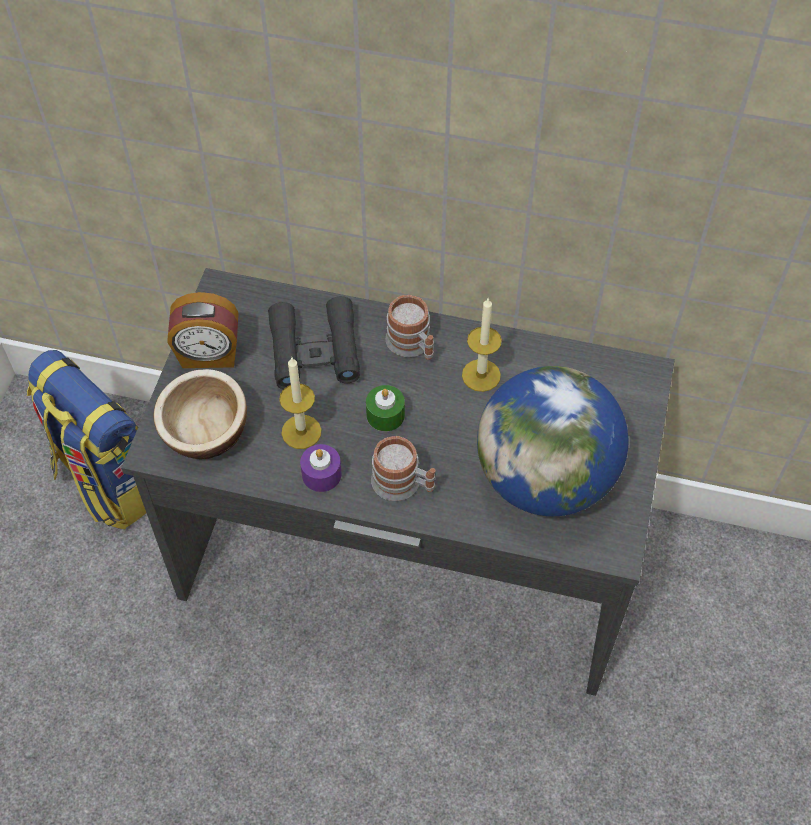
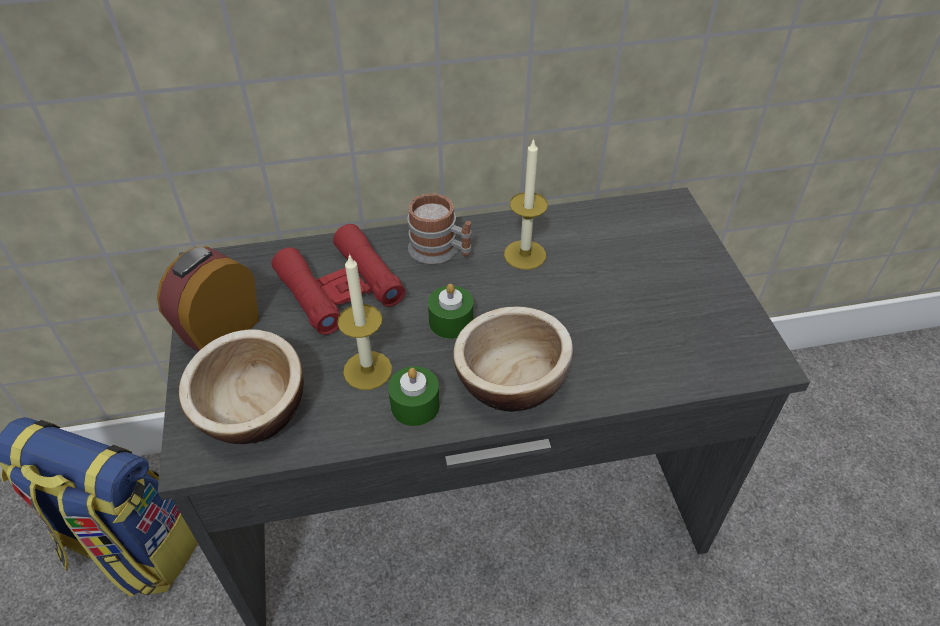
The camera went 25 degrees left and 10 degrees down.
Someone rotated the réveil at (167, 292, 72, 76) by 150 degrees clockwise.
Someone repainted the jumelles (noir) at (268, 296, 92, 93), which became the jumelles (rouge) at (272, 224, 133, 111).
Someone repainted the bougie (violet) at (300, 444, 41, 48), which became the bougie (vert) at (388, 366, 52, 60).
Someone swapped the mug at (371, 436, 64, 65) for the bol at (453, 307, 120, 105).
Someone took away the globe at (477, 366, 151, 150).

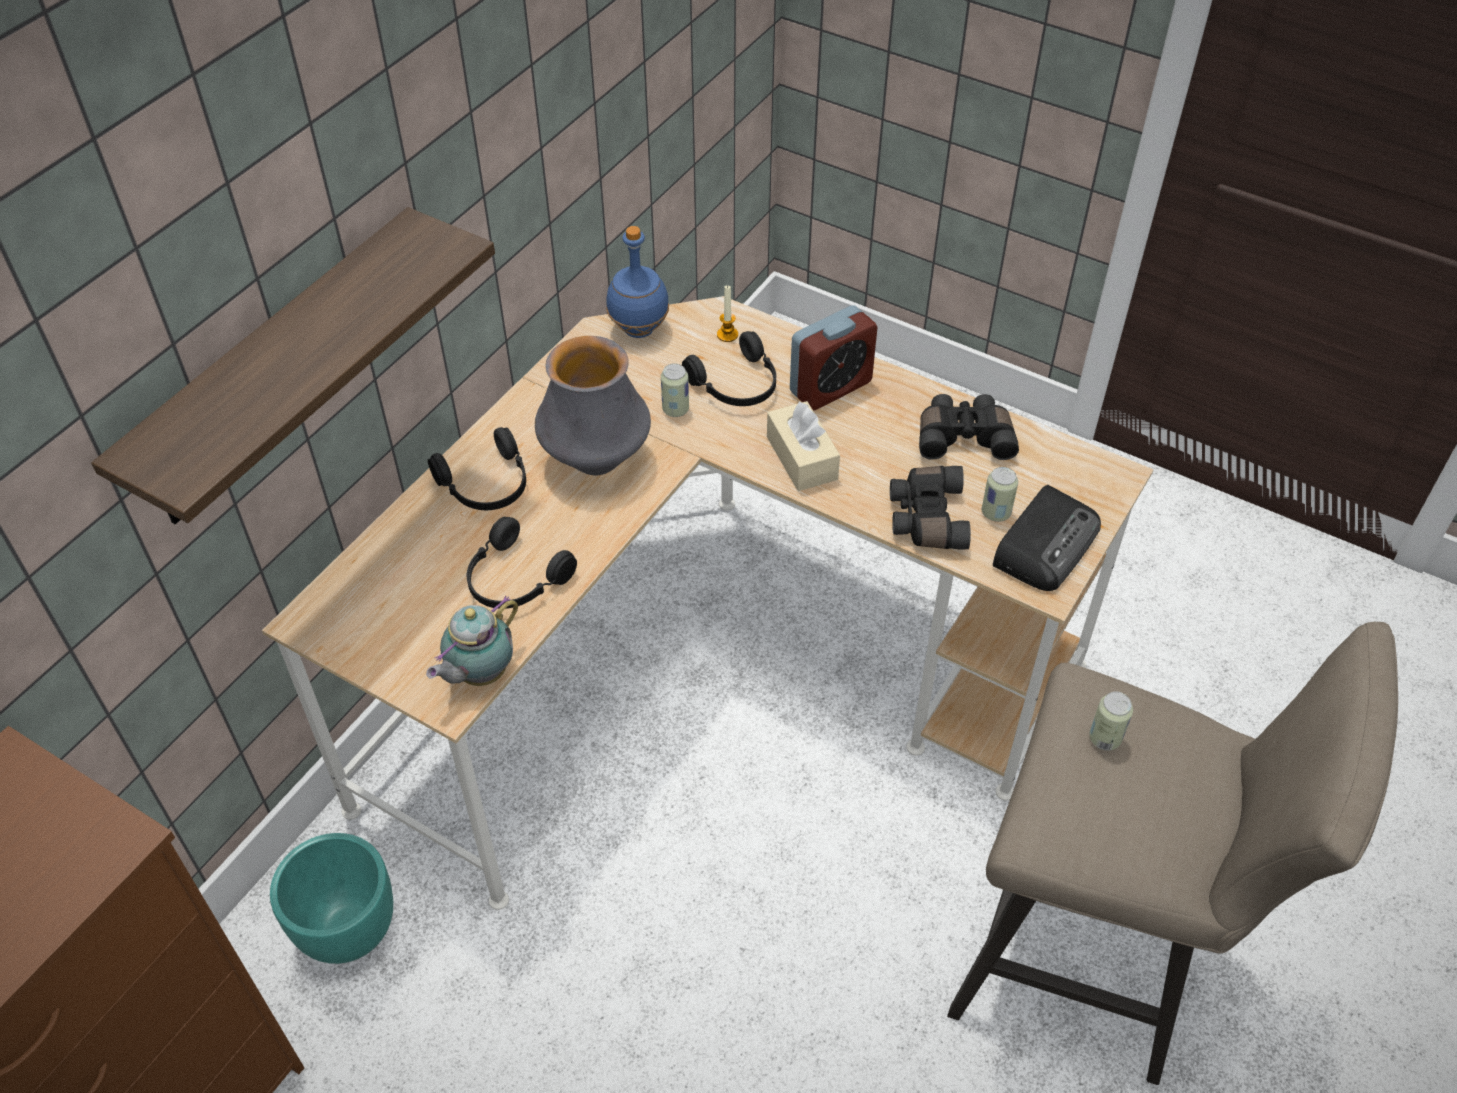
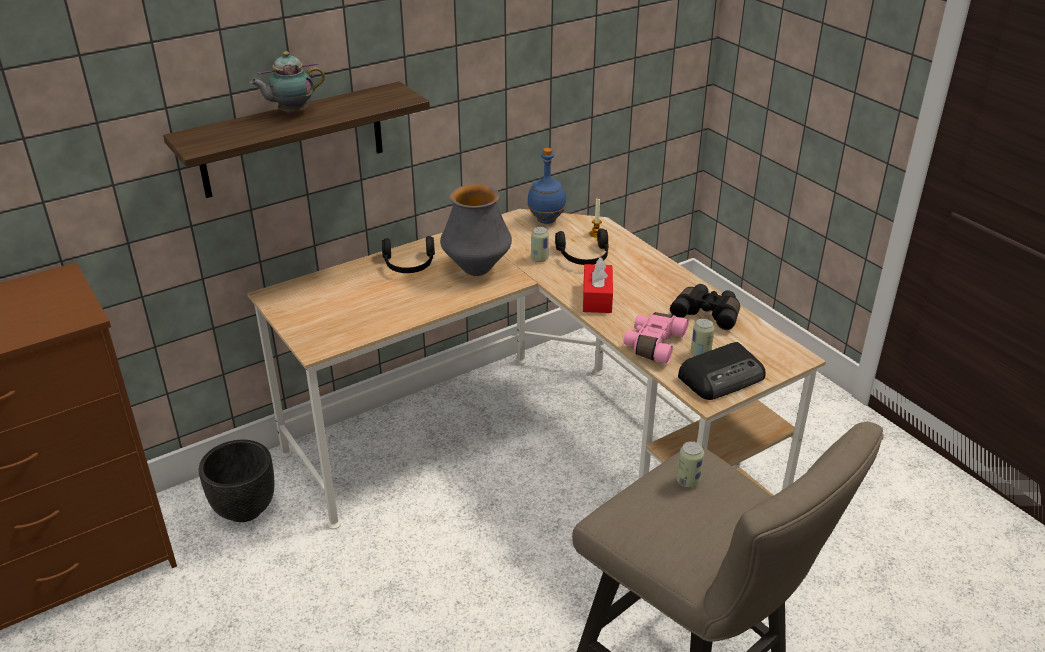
The camera went 25 degrees right and 15 degrees down.
Someone repainted the cache-pot (turquoise) at (270, 833, 123, 131), which became the cache-pot (noir) at (198, 440, 76, 82).
Someone carried the théière from (426, 596, 92, 90) to (250, 51, 75, 63).
Someone repainted the boîte à mouchoirs (beige) at (767, 401, 73, 90), which became the boîte à mouchoirs (rouge) at (583, 257, 30, 56).
Someone repainted the jumelles (noir) at (890, 466, 81, 83), which became the jumelles (rose) at (624, 312, 65, 52).
Someone took away the casque audio (noir) at (467, 517, 110, 92).
Someone took away the réveil at (790, 305, 87, 106).

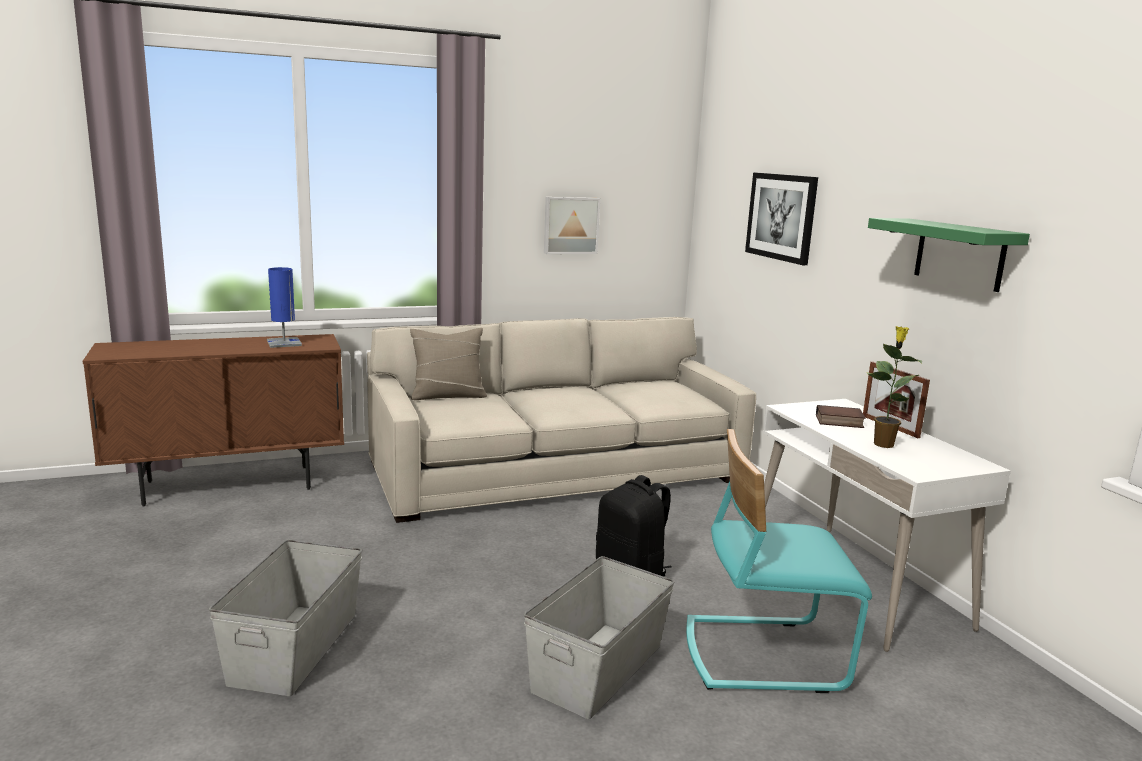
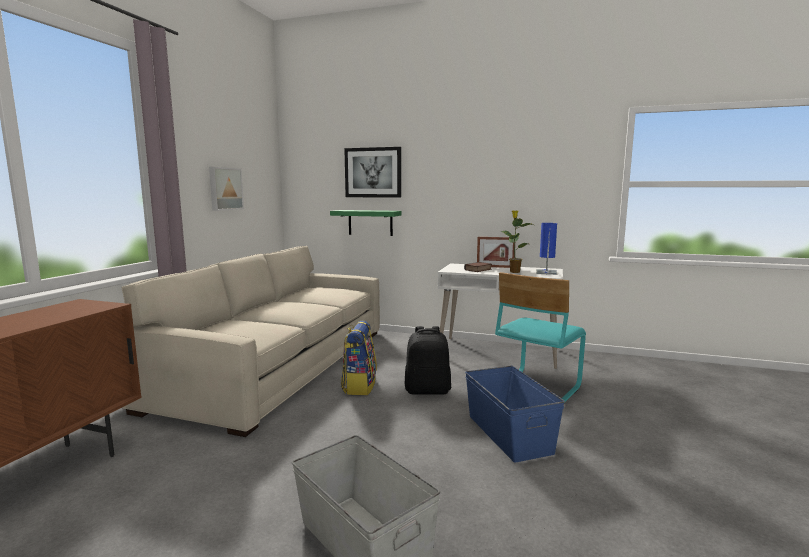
The camera went 50 degrees left and 5 degrees down.
Someone carried the étagère (vert) from (868, 218, 162, 74) to (330, 210, 71, 26).
Someone put down the sac à dos at (341, 321, 36, 74).
Someone repainted the boîte de rangement (gris) at (524, 556, 150, 163), which became the boîte de rangement (bleu) at (465, 366, 100, 97).
Someone carried the lampe de table (bleu) from (267, 267, 35, 81) to (536, 223, 22, 52).
Someone took away the coussin (beige) at (410, 328, 77, 72).

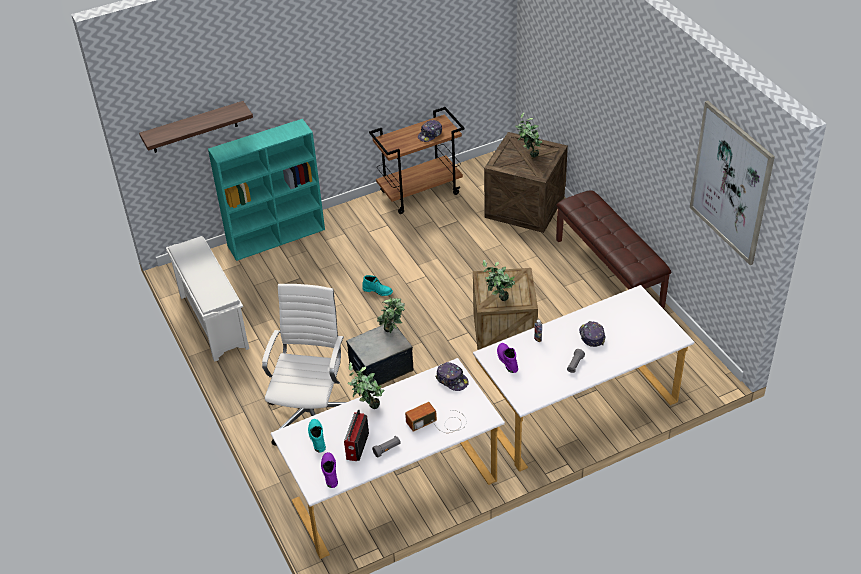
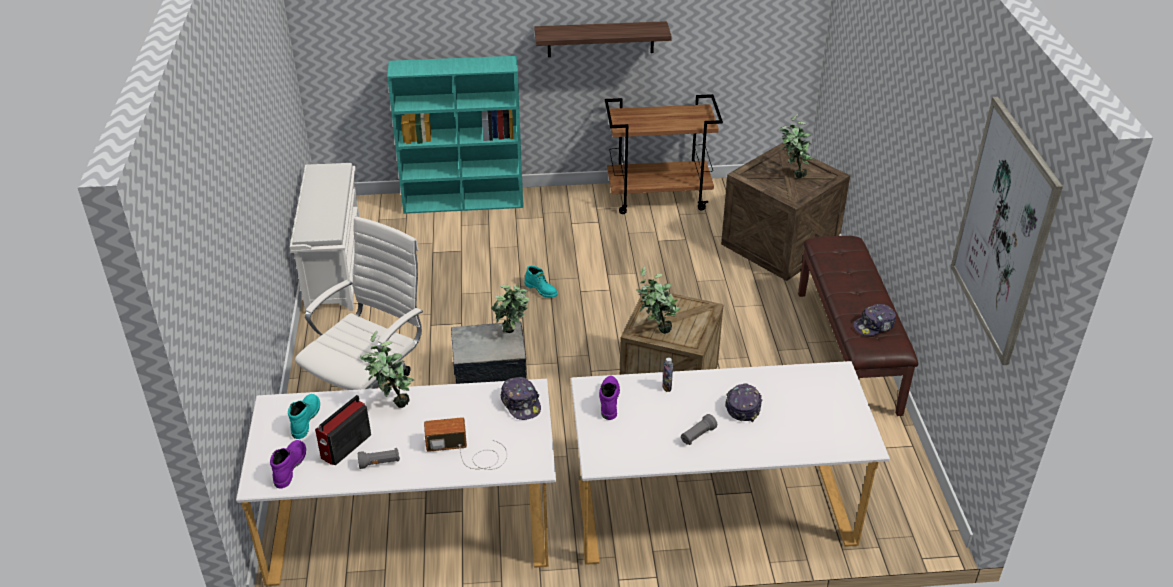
The camera went 20 degrees right and 5 degrees down.
Someone carried the étagère from (139, 101, 114, 52) to (535, 21, 137, 36).
Someone carried the casquette from (418, 120, 24, 22) to (853, 304, 43, 32).

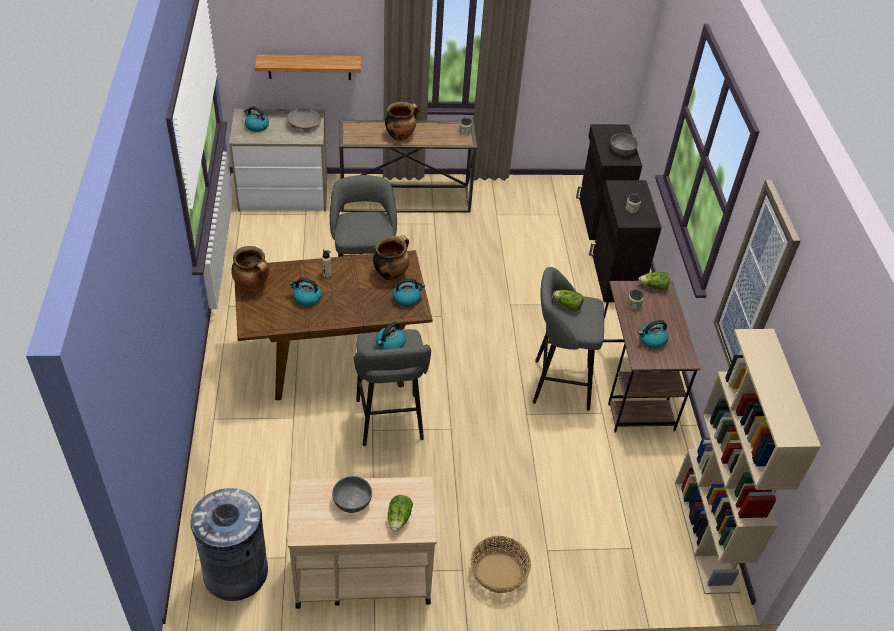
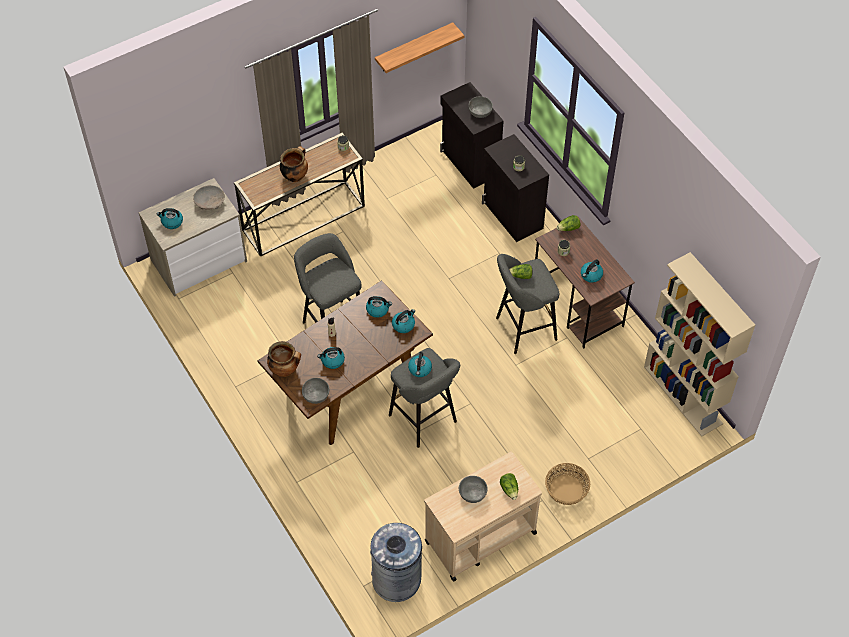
The camera went 25 degrees left and 10 degrees up.
Someone put down the bol (gris) at (302, 378, 27, 26).
Someone swapped the marmite at (373, 235, 37, 46) for the bouilloire at (366, 296, 26, 22).
Someone carried the étagère from (255, 54, 106, 26) to (375, 22, 89, 51).
Someone took away the tableau at (714, 180, 87, 187).

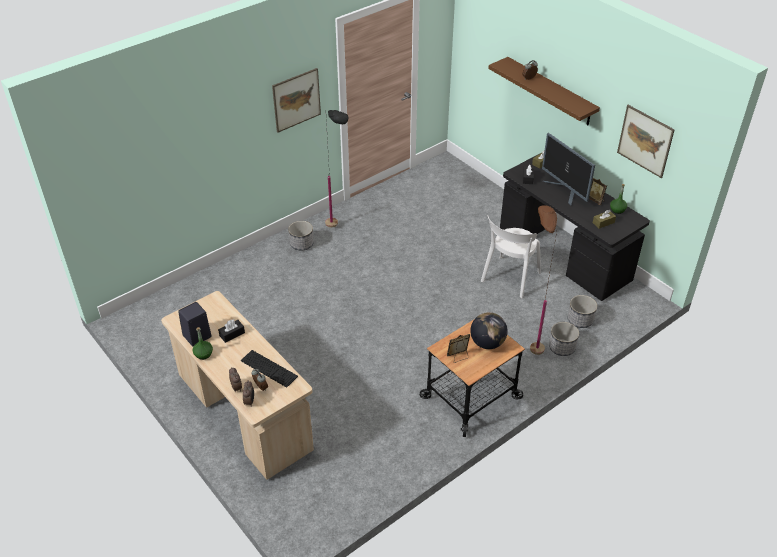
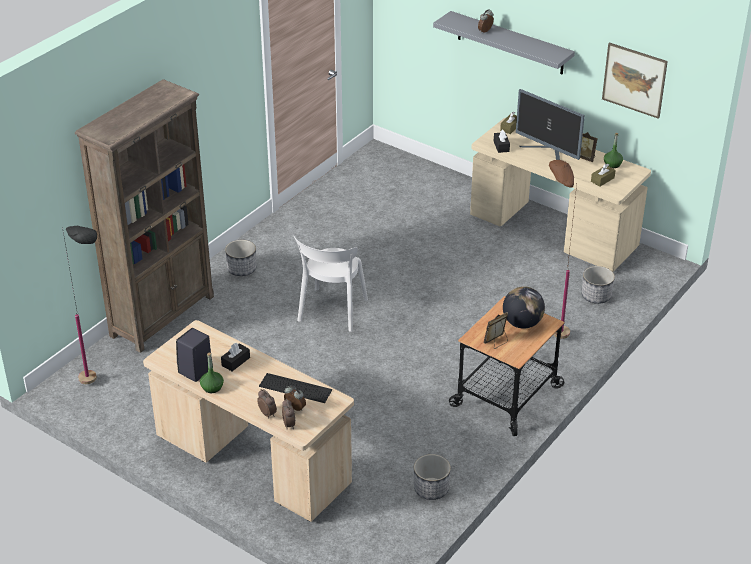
The camera went 15 degrees left and 5 degrees down.
Someone carried the lampadaire (noir) from (325, 110, 24, 118) to (62, 226, 35, 158).
Someone put down the bibliothèque (marron) at (75, 79, 139, 274).
Someone carried the chaise (blanc) from (481, 215, 60, 83) to (294, 236, 74, 96).
Someone carried the cache-pot from (549, 322, 30, 34) to (414, 454, 37, 46).
Someone repainted the étagère (marron) at (488, 57, 112, 68), which became the étagère (gris) at (433, 11, 142, 64).
Someone repainted the bureau (noir) at (500, 154, 150, 147), which became the bureau (beige) at (470, 118, 181, 154).
Someone took away the tableau at (272, 68, 49, 65).

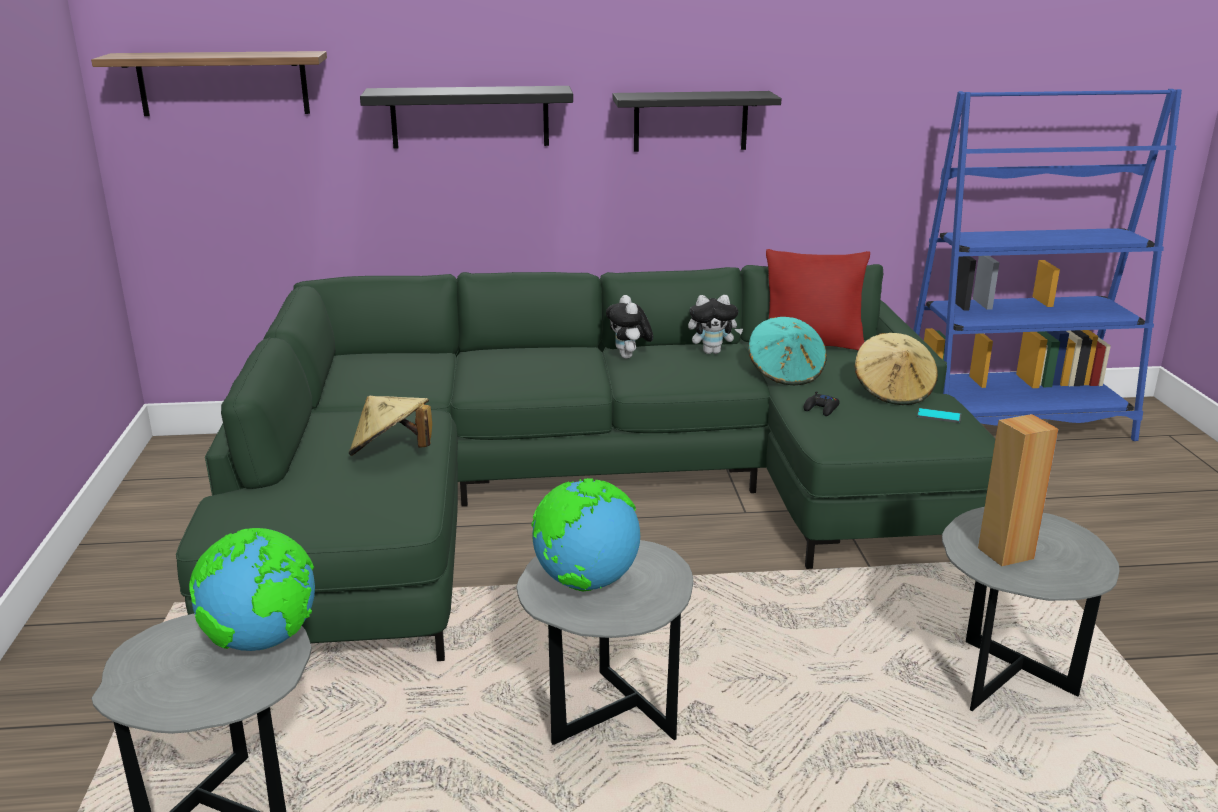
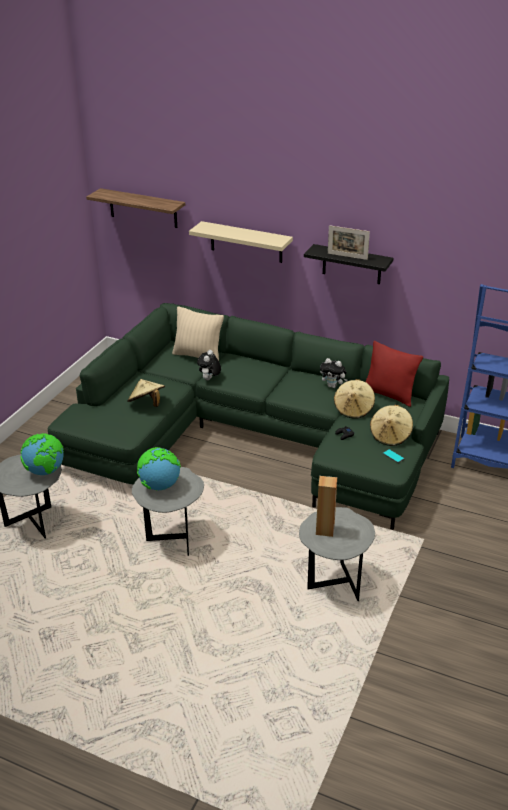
The camera went 30 degrees right and 10 degrees up.
Someone put down the coussin (beige) at (172, 306, 52, 54).
Someone repainted the étagère (noir) at (360, 86, 213, 63), which became the étagère (beige) at (189, 221, 104, 42).
Someone carried the peluche from (606, 295, 47, 64) to (197, 350, 24, 31).
Someone put down the cadre photo at (328, 225, 42, 35).
Someone repainted the chapeau (turquoise) at (748, 317, 79, 68), which became the chapeau (beige) at (334, 379, 41, 40).

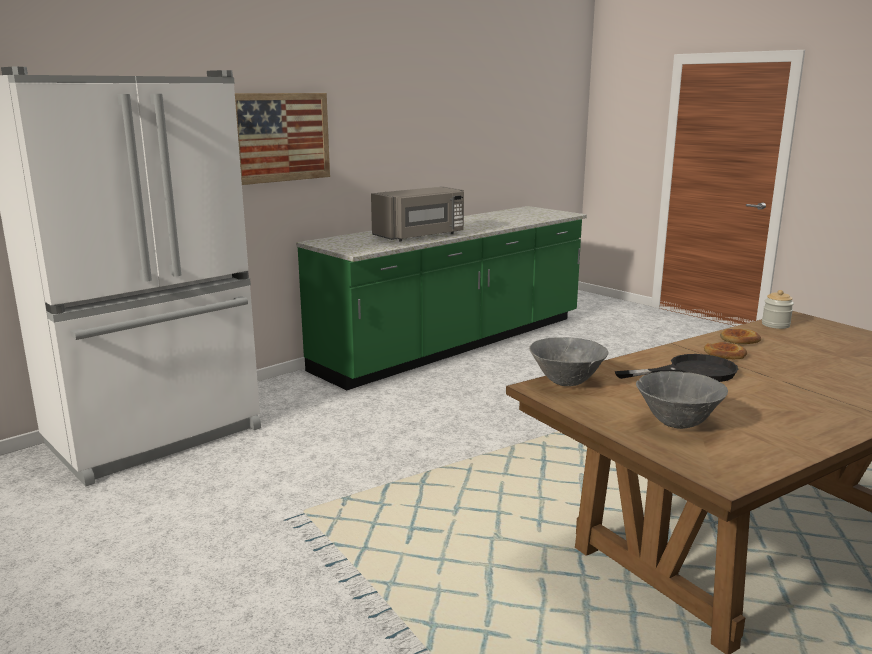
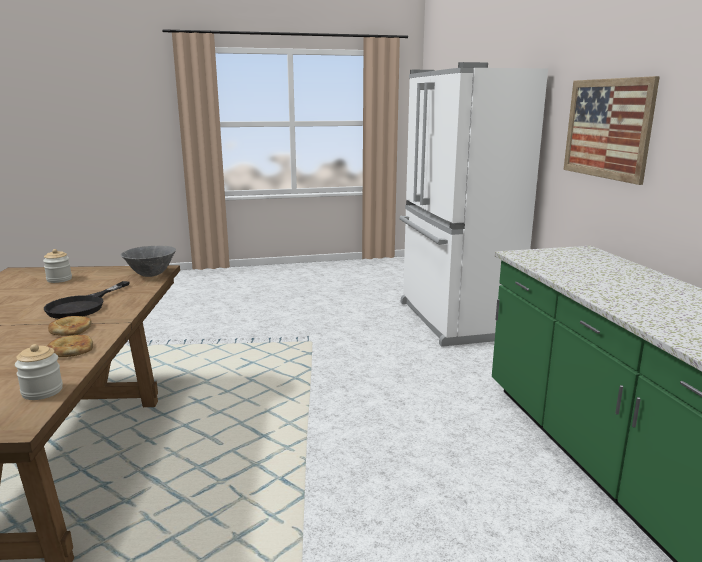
The camera went 120 degrees right and 0 degrees up.
Someone swapped the bol (gris) at (636, 371, 92, 58) for the bocal at (43, 249, 29, 34).
Someone took away the micro-ondes (gris) at (371, 187, 93, 54).

